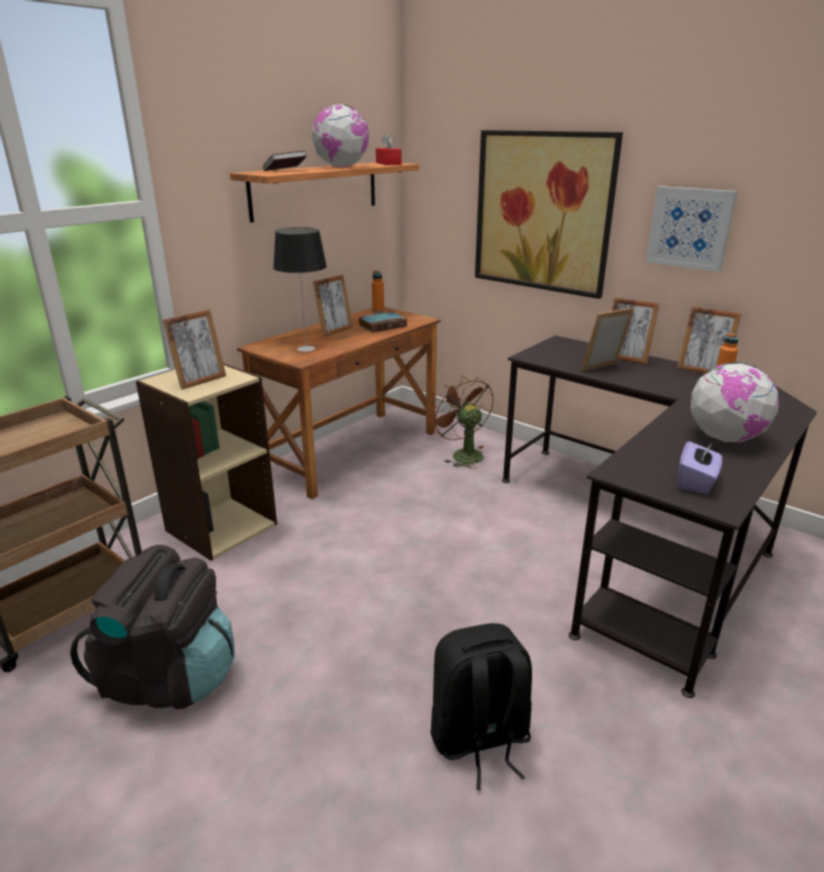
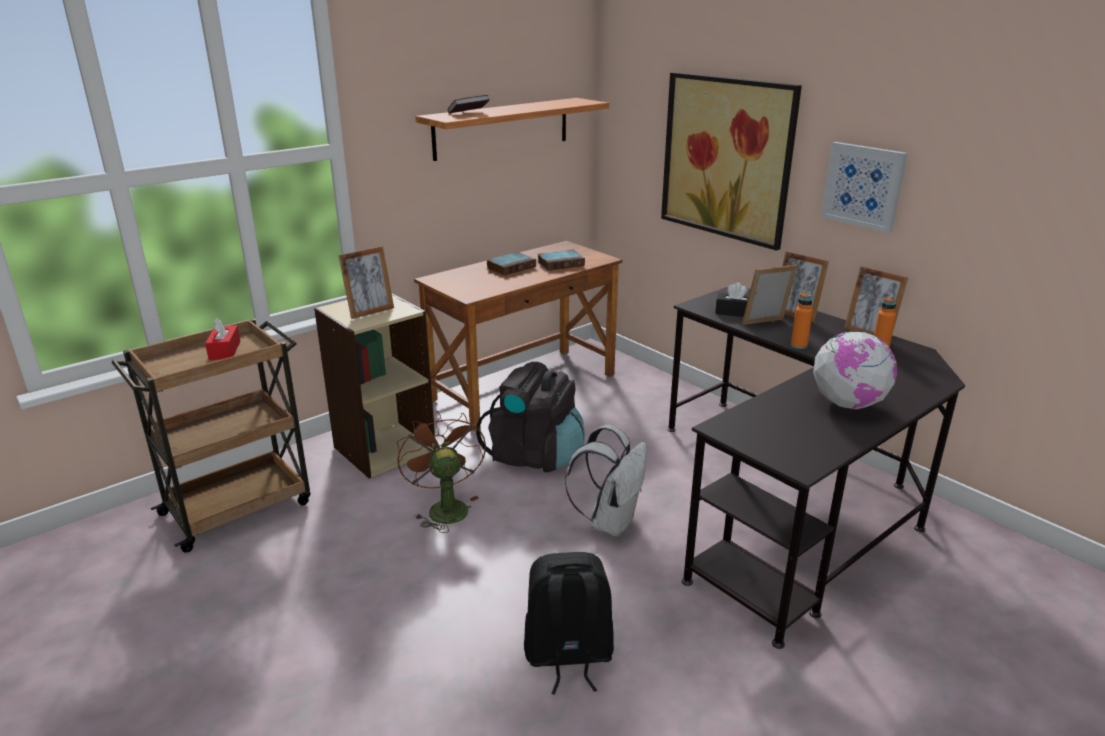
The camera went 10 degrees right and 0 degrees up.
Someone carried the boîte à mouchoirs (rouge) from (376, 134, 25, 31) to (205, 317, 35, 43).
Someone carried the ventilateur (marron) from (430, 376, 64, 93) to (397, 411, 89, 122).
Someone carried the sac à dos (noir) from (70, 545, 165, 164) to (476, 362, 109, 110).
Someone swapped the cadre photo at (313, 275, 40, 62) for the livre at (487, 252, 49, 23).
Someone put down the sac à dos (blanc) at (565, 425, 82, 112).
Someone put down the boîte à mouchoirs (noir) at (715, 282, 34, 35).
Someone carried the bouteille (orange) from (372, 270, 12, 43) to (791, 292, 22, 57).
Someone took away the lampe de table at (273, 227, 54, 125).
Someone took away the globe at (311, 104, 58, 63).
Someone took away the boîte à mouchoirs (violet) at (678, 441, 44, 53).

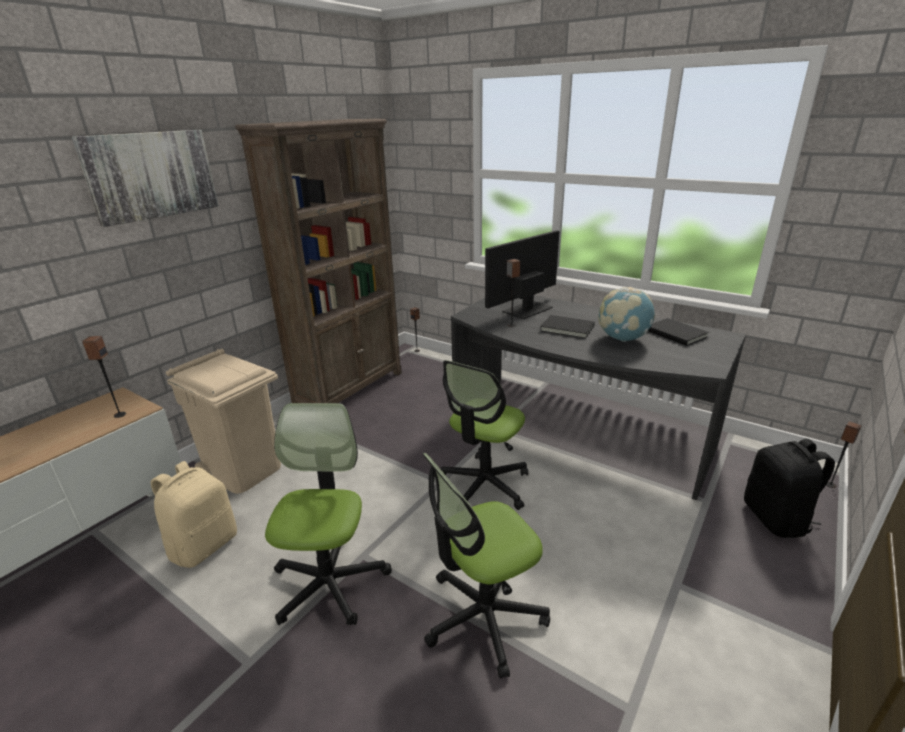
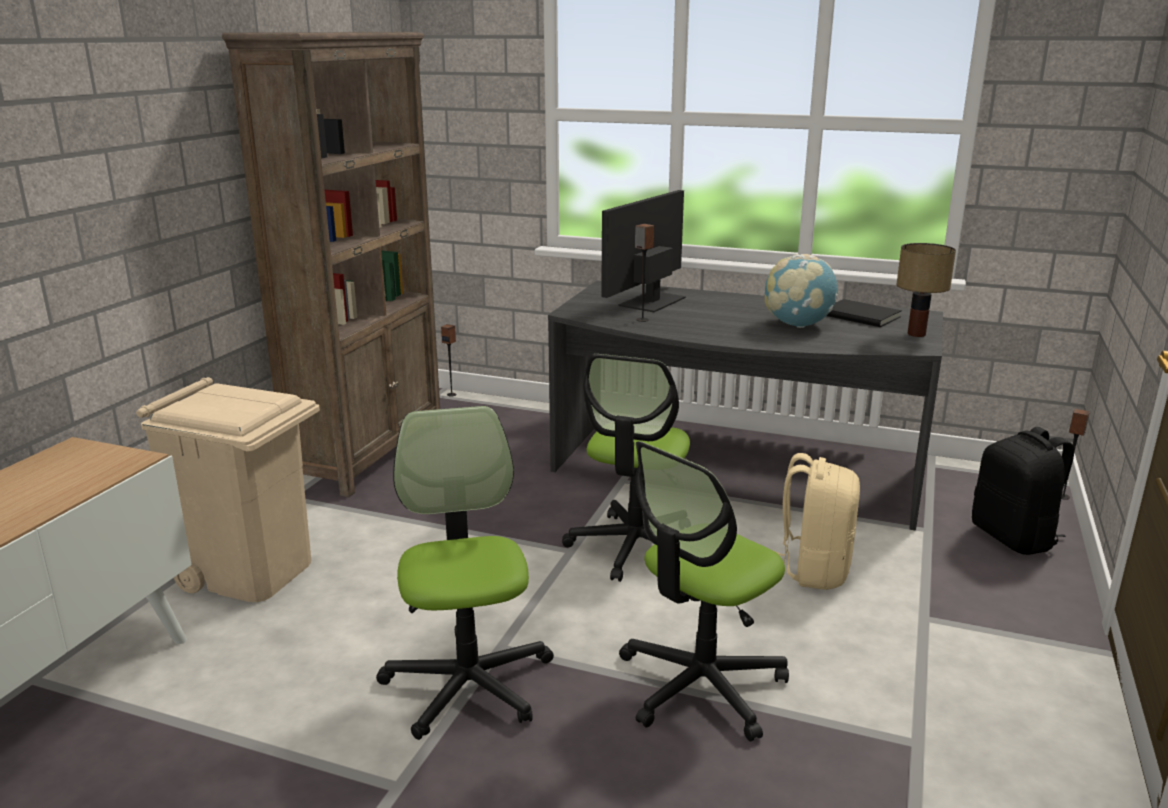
The camera went 15 degrees left and 5 degrees down.
Someone carried the sac à dos (beige) from (150, 461, 87, 107) to (774, 453, 86, 137).
Someone put down the lampe de table at (896, 243, 60, 94).
Someone took away the tableau at (72, 130, 147, 97).
Someone took away the enceinte at (82, 336, 44, 82).
Someone took away the livre (noir) at (540, 315, 55, 23).

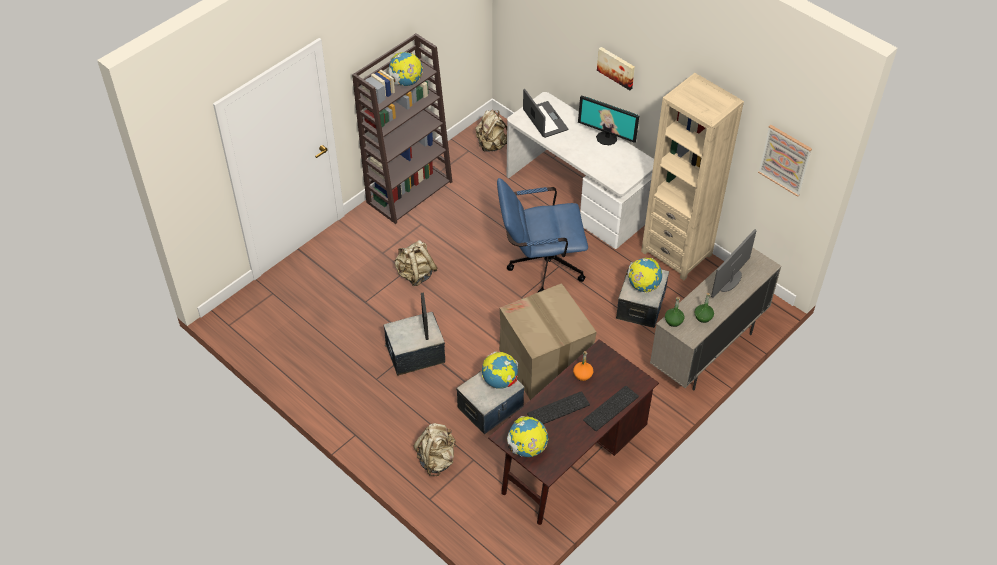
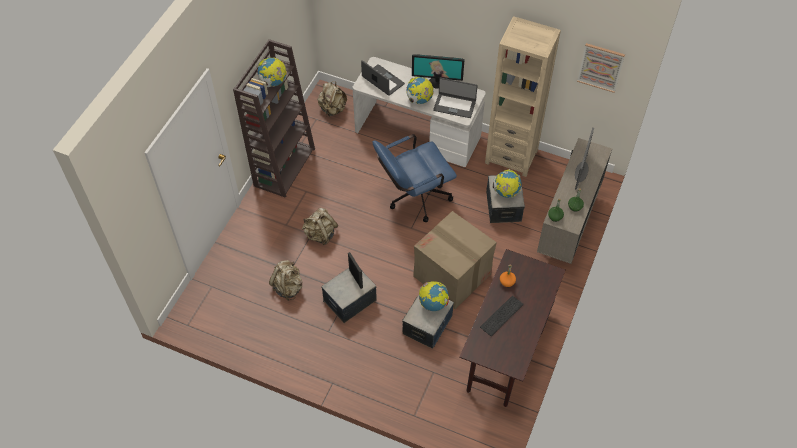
The camera went 20 degrees left and 5 degrees up.
Someone carried the sac à dos (beige) from (414, 423, 42, 53) to (269, 260, 33, 41).
Someone carried the globe from (507, 416, 41, 41) to (406, 77, 28, 27).
Someone put down the ordinateur portable at (433, 77, 45, 41).
Someone took away the clavier at (583, 386, 56, 45).
Someone took away the tableau at (597, 47, 38, 43).

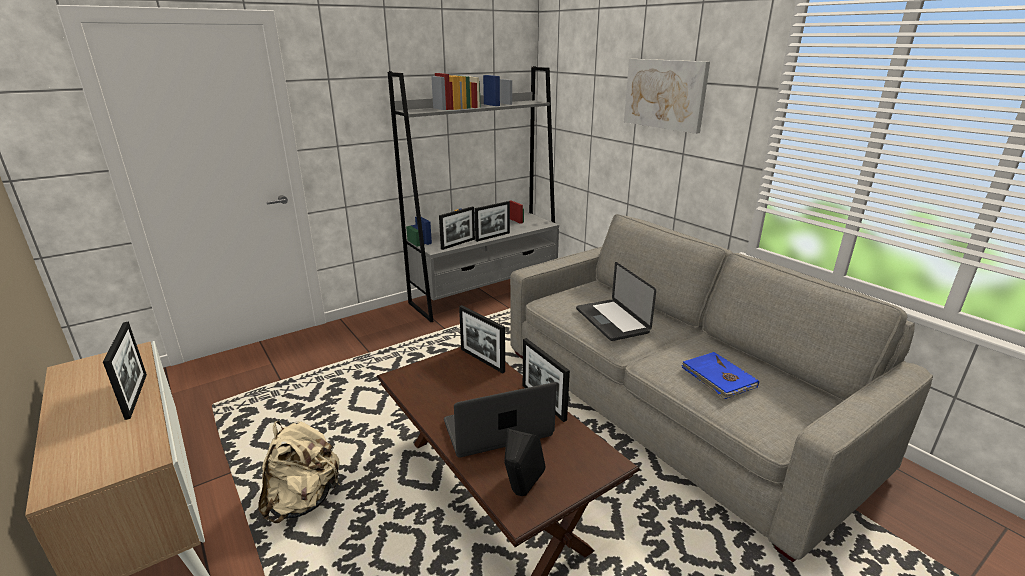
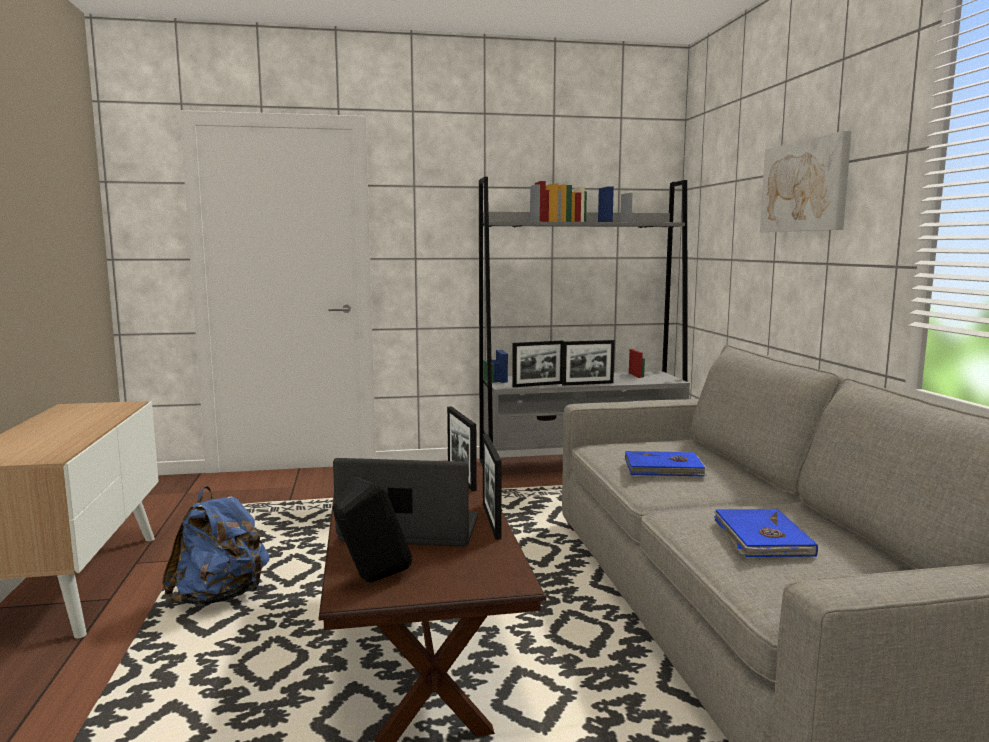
The camera went 25 degrees right and 15 degrees down.
Someone repainted the sac à dos (beige) at (259, 421, 81, 102), which became the sac à dos (bleu) at (162, 486, 108, 120).
Someone swapped the ordinateur portable at (576, 262, 80, 79) for the livre (bleu) at (625, 451, 83, 26).
Someone took away the cadre photo at (103, 322, 44, 98).

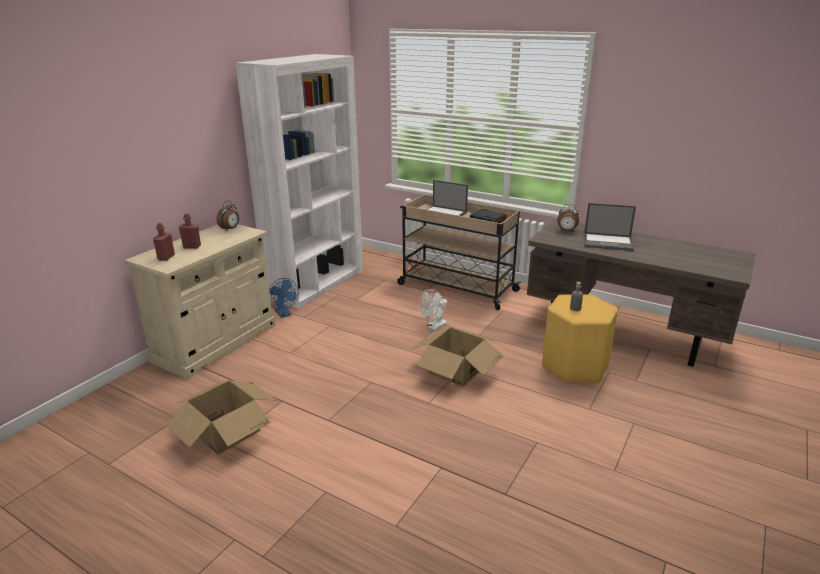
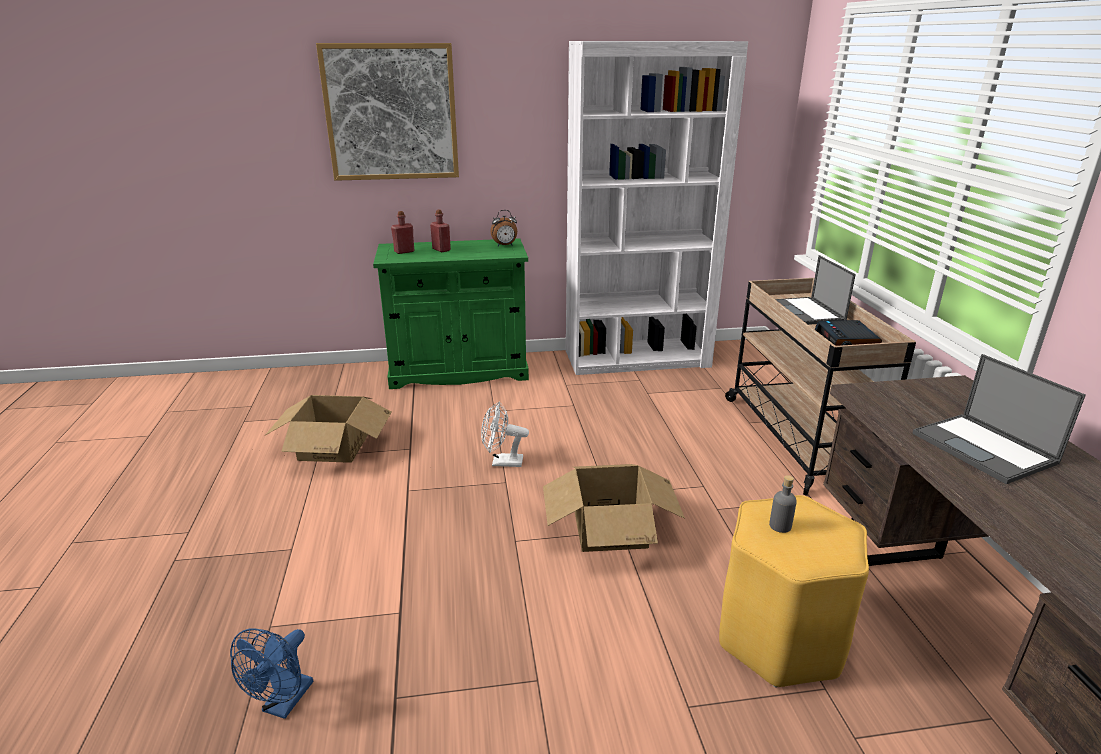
The camera went 50 degrees right and 0 degrees up.
Someone carried the ventilateur (bleu) from (269, 278, 29, 40) to (230, 628, 83, 91).
Someone put up the tableau at (316, 43, 143, 138).
Someone repainted the meuble de rangement (beige) at (124, 225, 152, 154), which became the meuble de rangement (vert) at (373, 238, 156, 151).
Someone carried the ventilateur (blanc) from (419, 289, 28, 42) to (481, 402, 48, 65).
Someone took away the réveil at (557, 204, 22, 28).

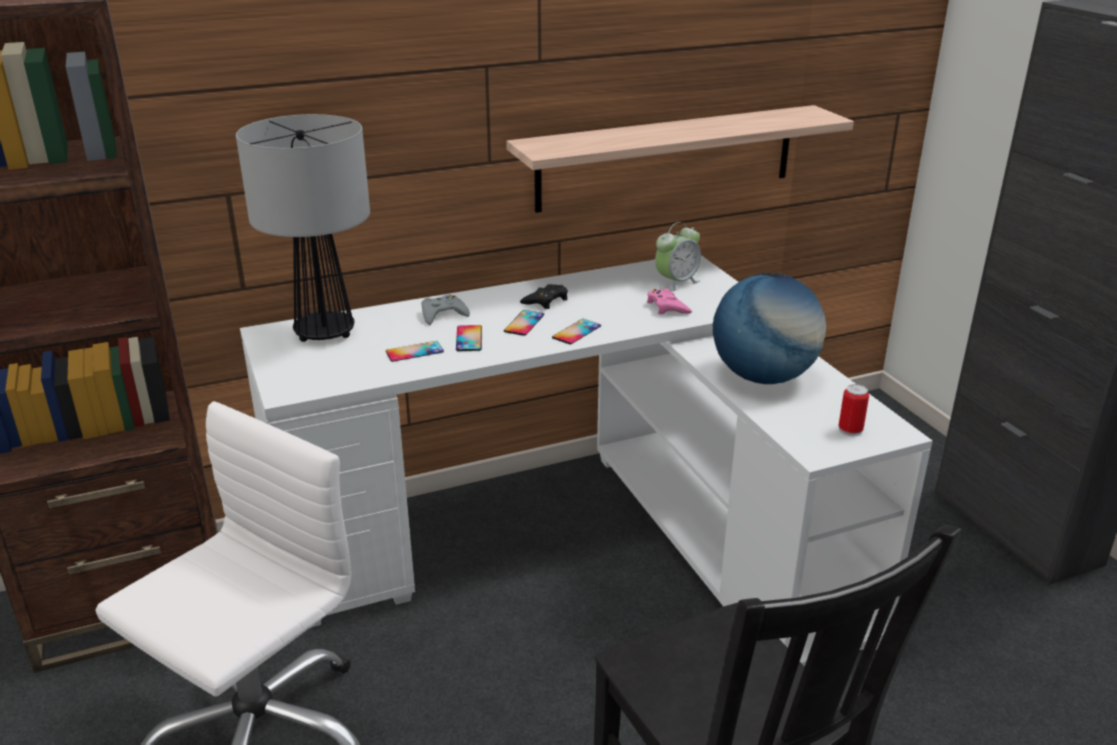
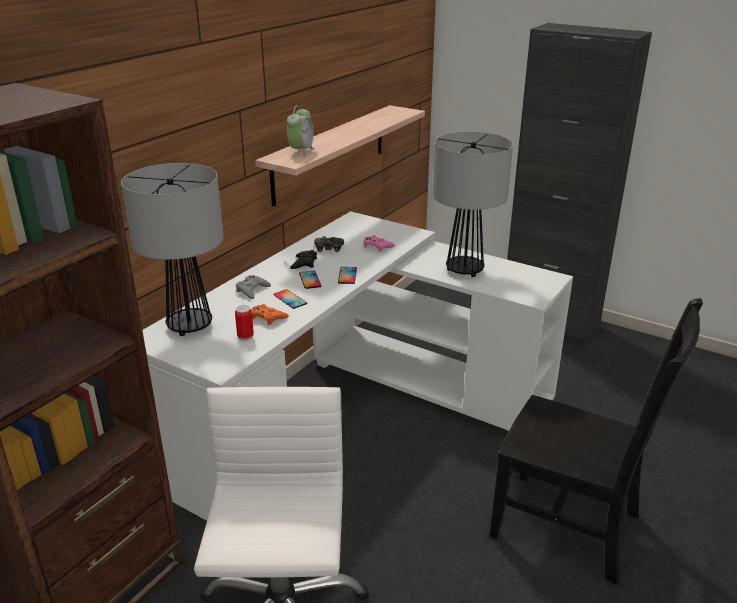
The camera went 35 degrees left and 0 degrees up.
Someone carried the boîte métallique from (839, 384, 30, 52) to (235, 305, 19, 36).
Someone swapped the téléphone at (386, 341, 58, 21) for the manette (orange) at (251, 304, 38, 21).
Someone carried the réveil from (655, 222, 46, 70) to (287, 105, 28, 52).
Someone put down the manette (noir) at (314, 236, 30, 16).
Someone swapped the globe at (713, 273, 113, 111) for the lampe de table at (432, 131, 81, 146).

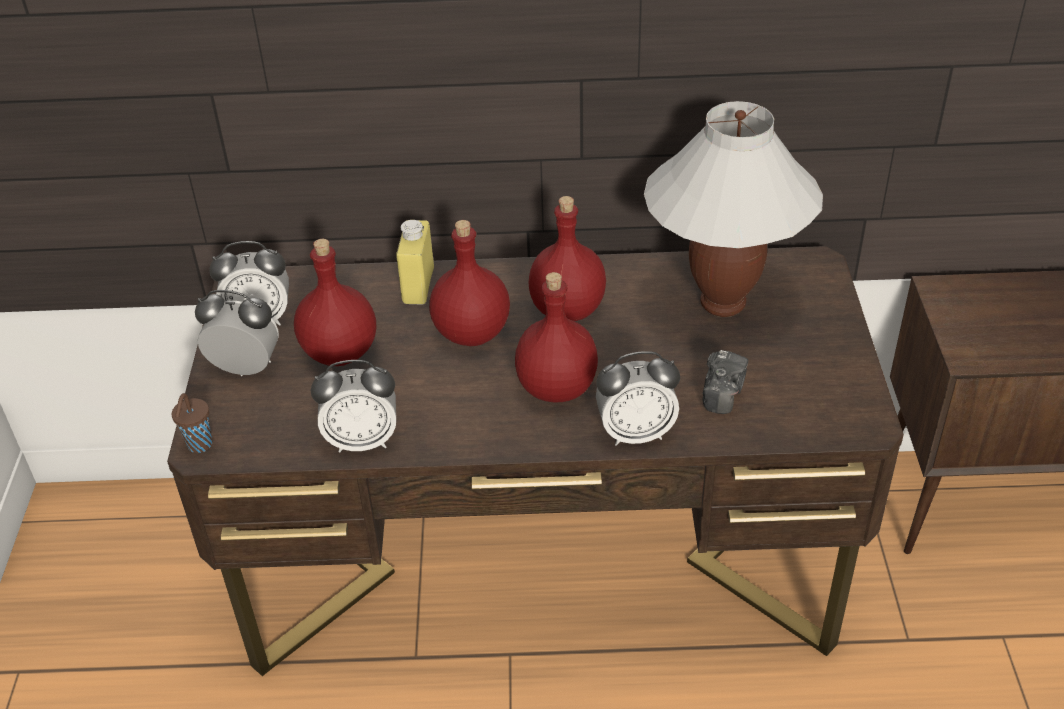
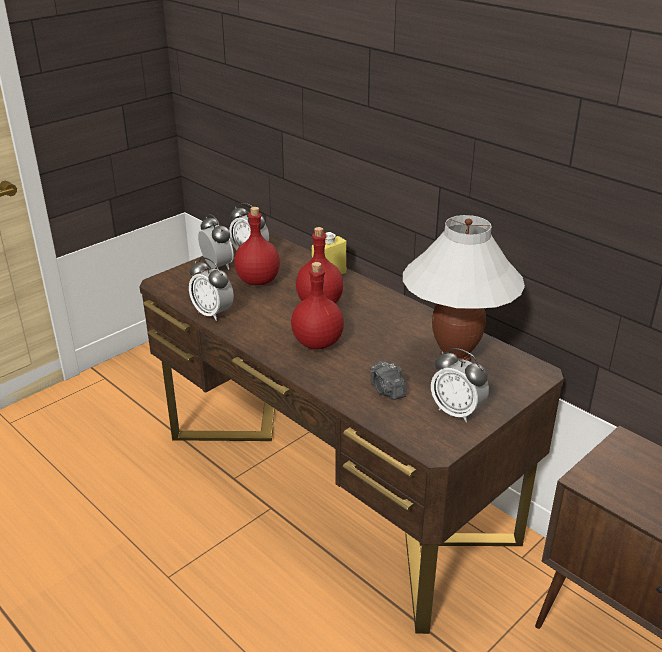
The camera went 45 degrees right and 10 degrees down.
Someone rotated the appareil photo at (702, 350, 46, 64) by 90 degrees clockwise.
Someone carried the réveil from (596, 351, 84, 95) to (431, 348, 58, 74).
Someone took away the tasse (marron) at (172, 393, 40, 60).
Someone took away the bouteille (rouge) at (529, 196, 77, 125).

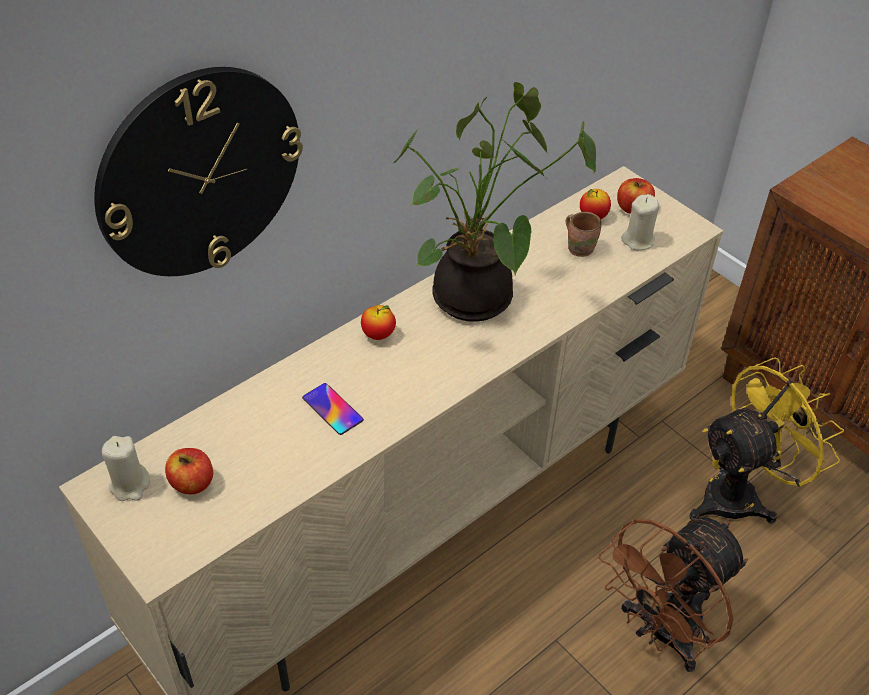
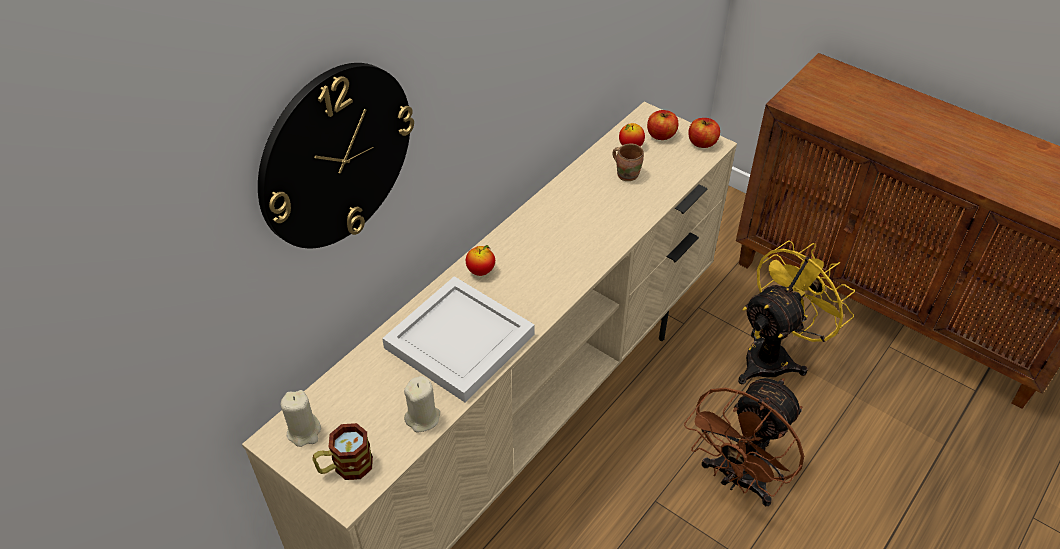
The camera went 10 degrees left and 0 degrees up.
Someone put down the mug at (312, 423, 61, 57).
Someone swapped the téléphone at (302, 383, 62, 52) for the plateau (blanc) at (382, 276, 153, 126).
Someone carried the bougie (beige) from (621, 194, 38, 56) to (404, 376, 36, 56).
Someone carried the pomme from (165, 448, 48, 47) to (688, 118, 32, 30).
Someone took away the plante en pot at (393, 82, 203, 240).

